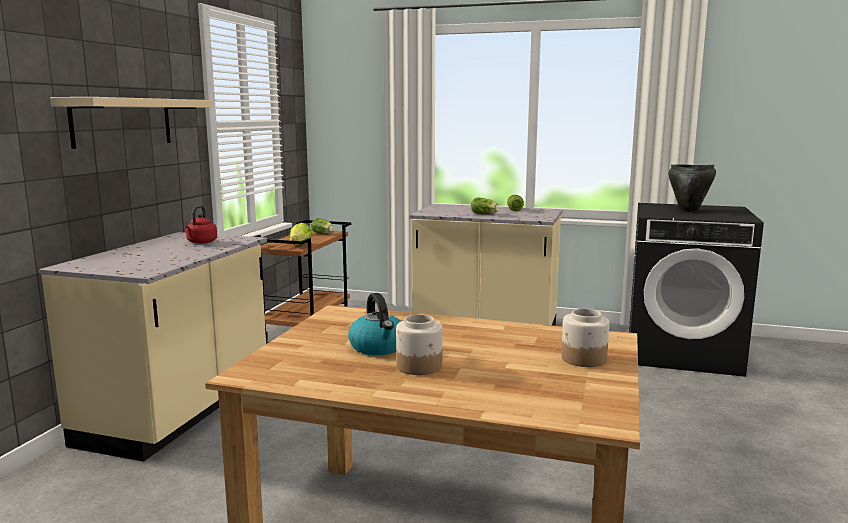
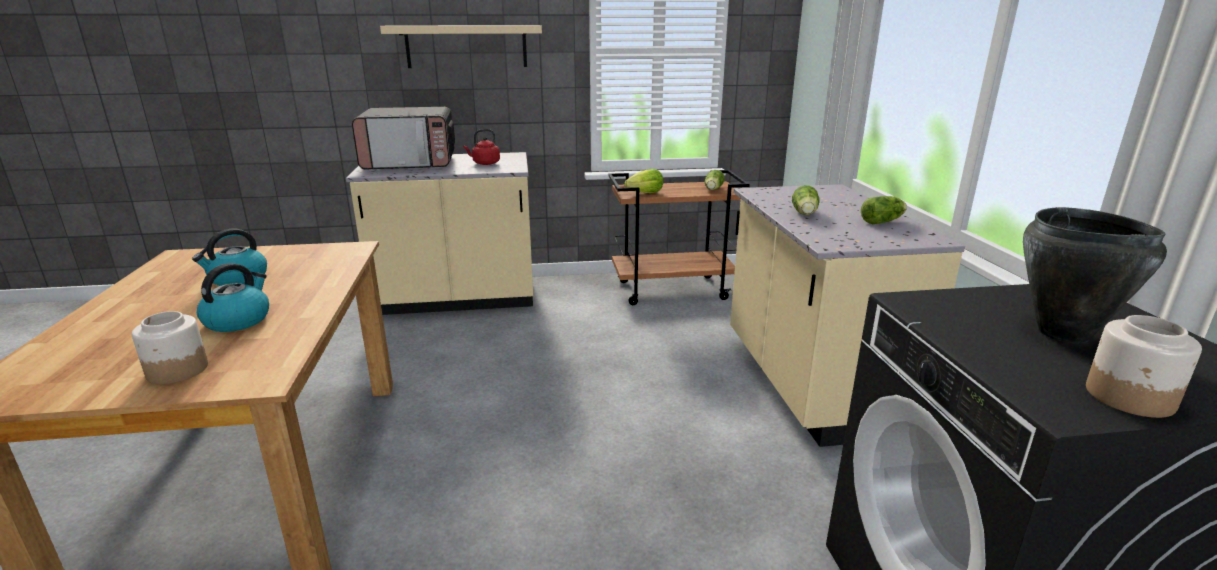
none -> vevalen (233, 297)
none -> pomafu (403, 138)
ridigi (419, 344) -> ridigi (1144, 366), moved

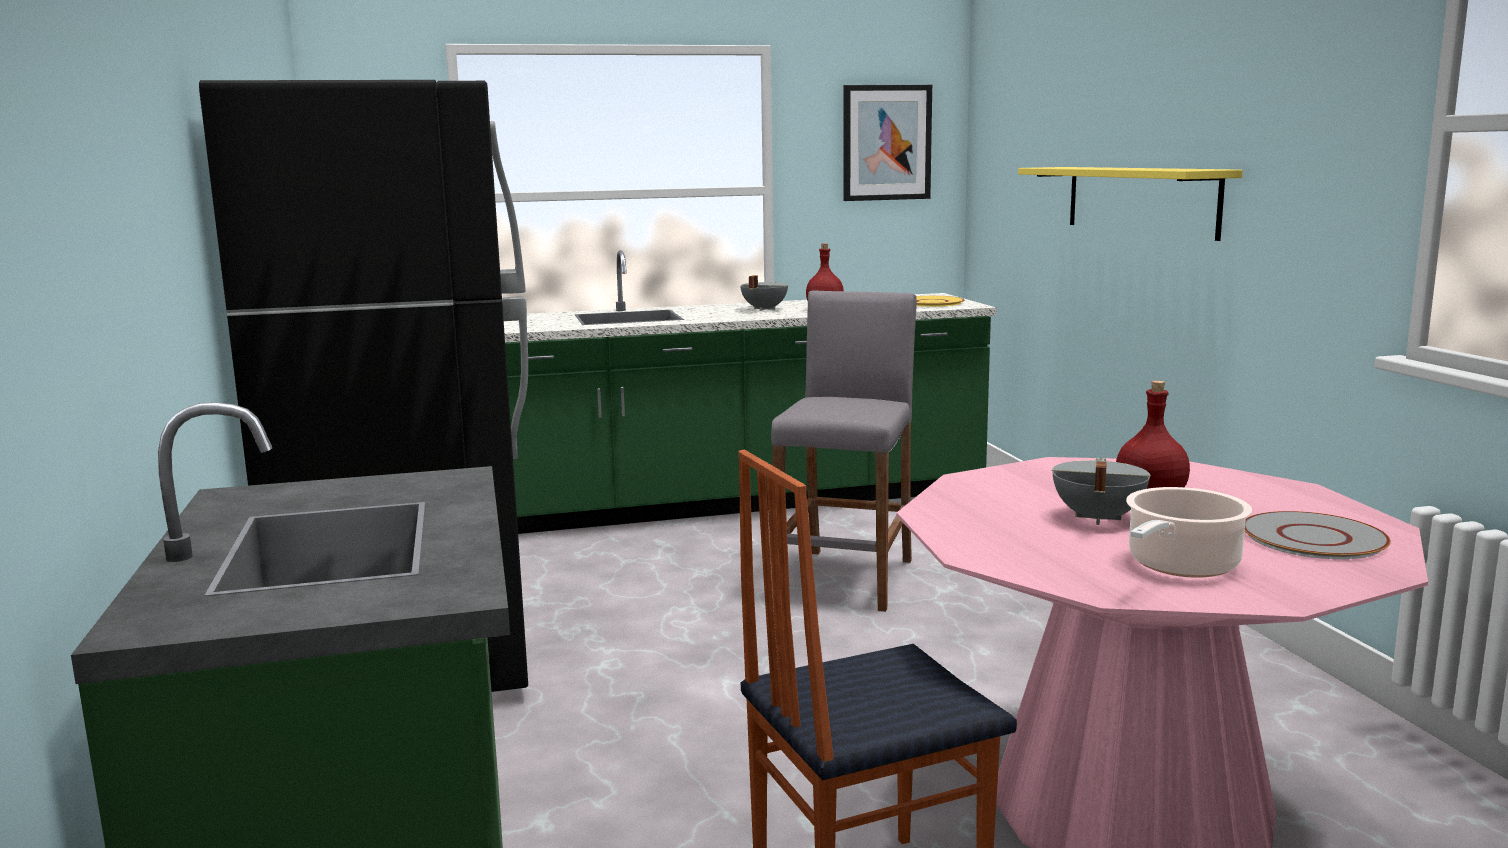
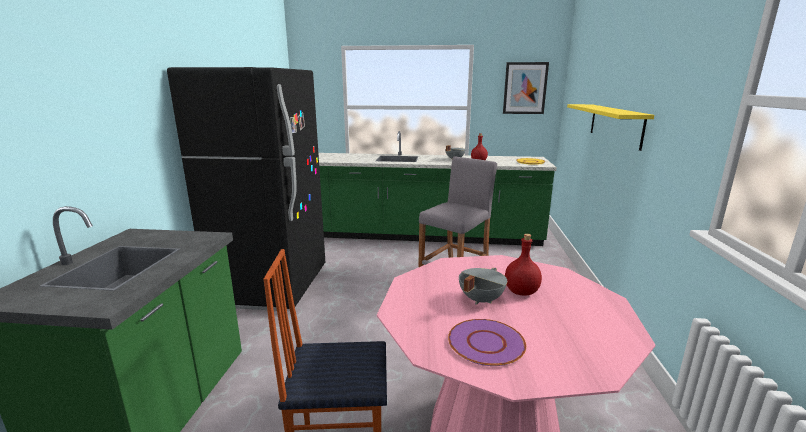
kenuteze (1189, 532) -> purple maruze (487, 342)
grey maruze (1318, 535) -> none

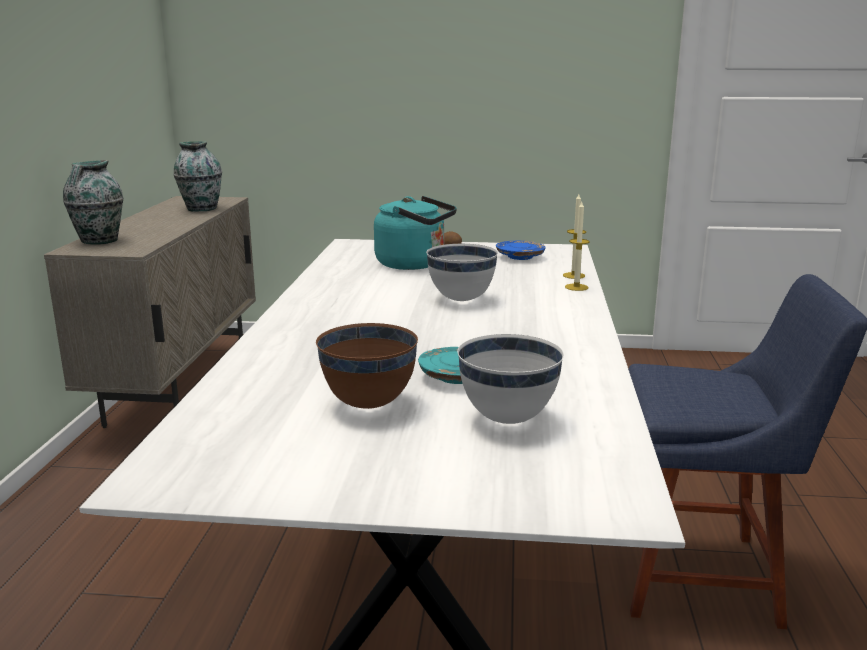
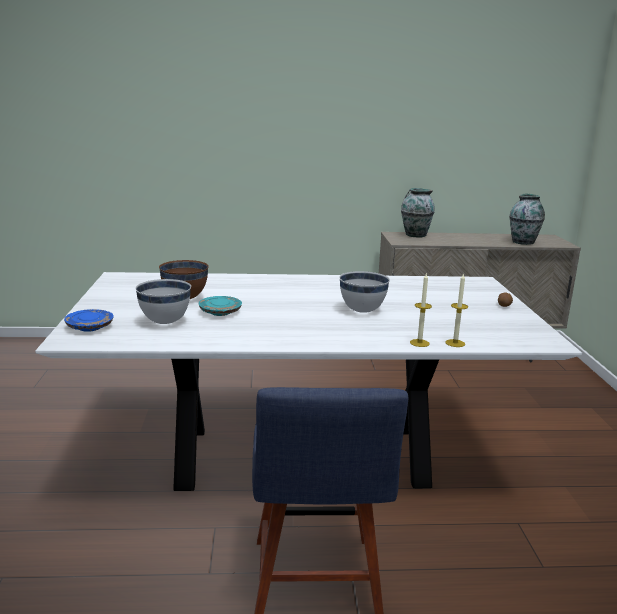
blue maruze (521, 250) -> blue maruze (89, 320), moved
turquoise vevalen (415, 233) -> none

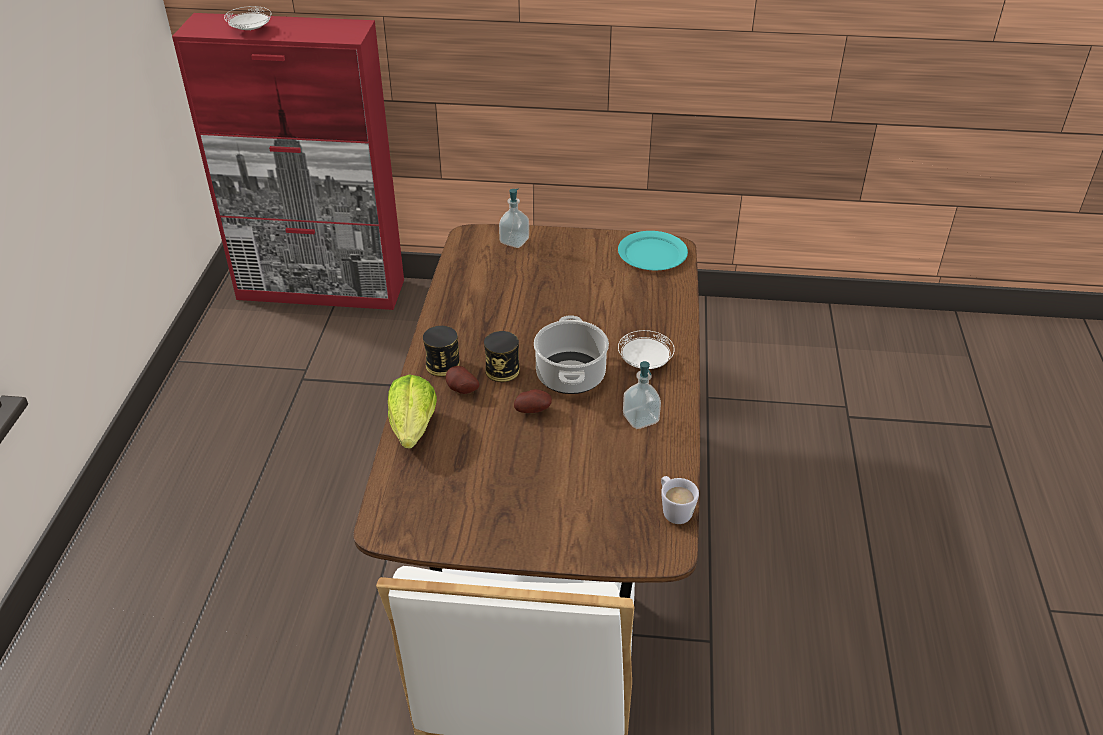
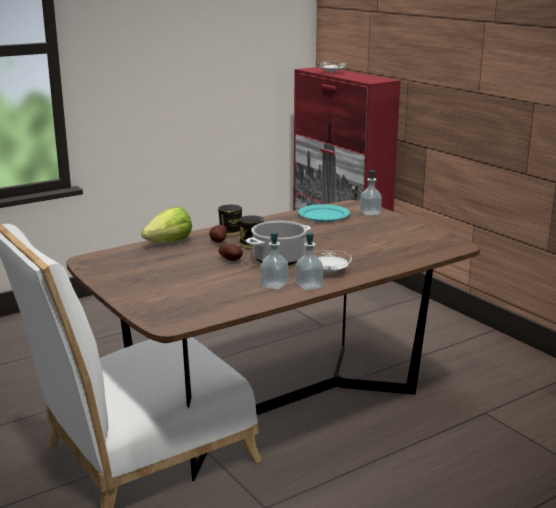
none -> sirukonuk (309, 261)
turquoise maruze (653, 250) -> turquoise maruze (324, 213), moved
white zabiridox (680, 500) -> none

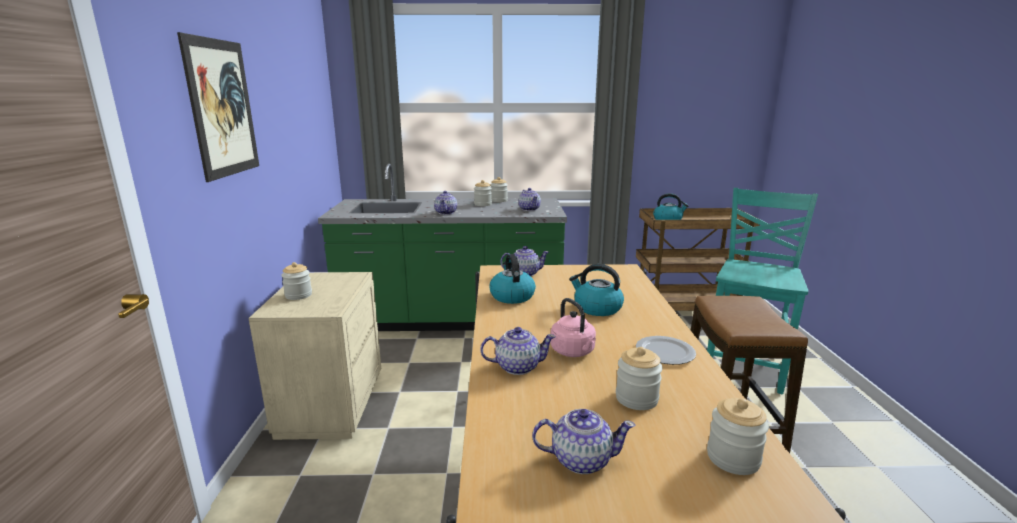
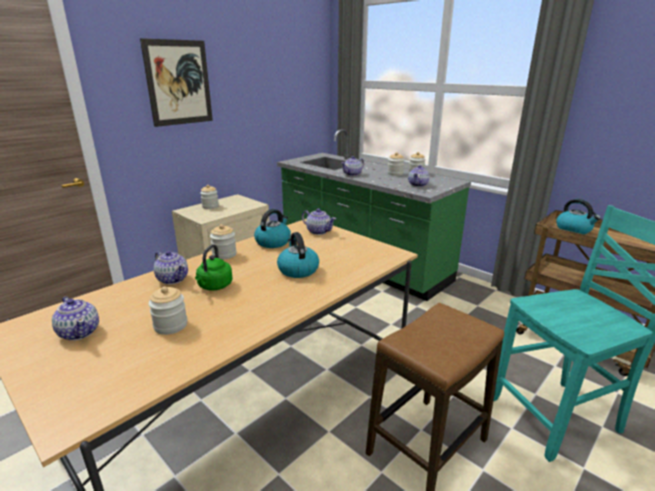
pink vevalen (573, 327) -> green vevalen (214, 267)
ridigi (738, 436) -> ridigi (223, 242), moved
maruze (666, 350) -> none

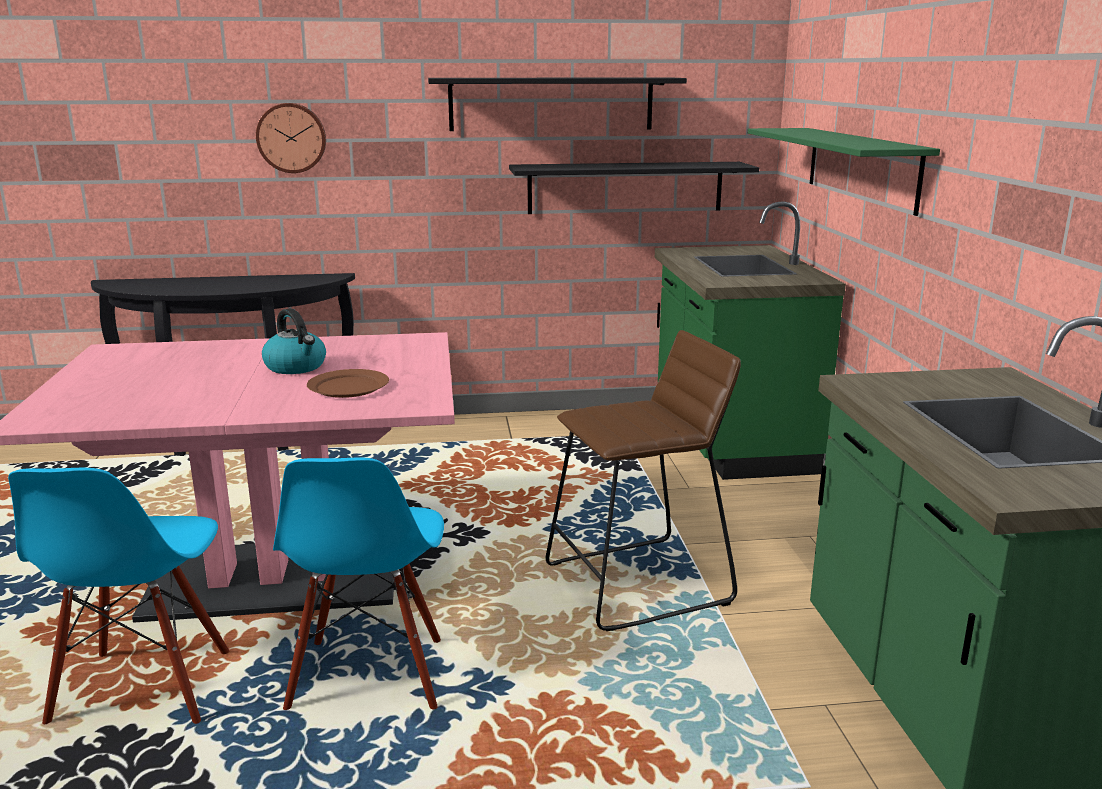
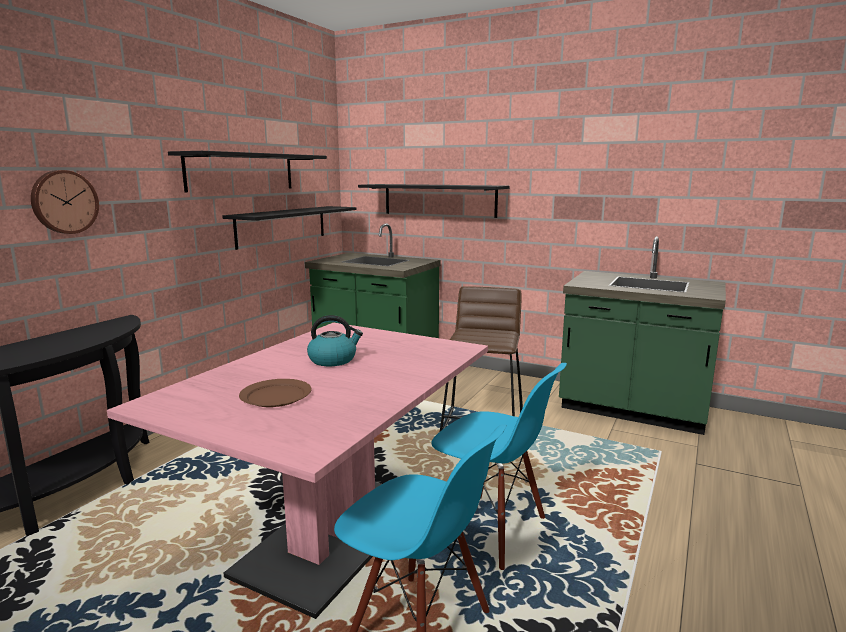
brown maruze (348, 383) -> brown maruze (275, 393), moved
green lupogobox (844, 172) -> black lupogobox (434, 201)

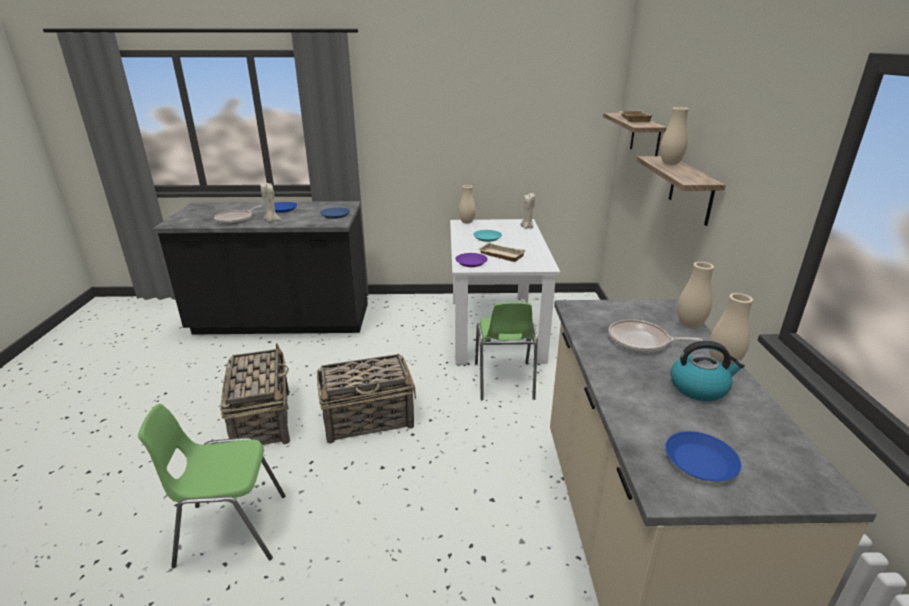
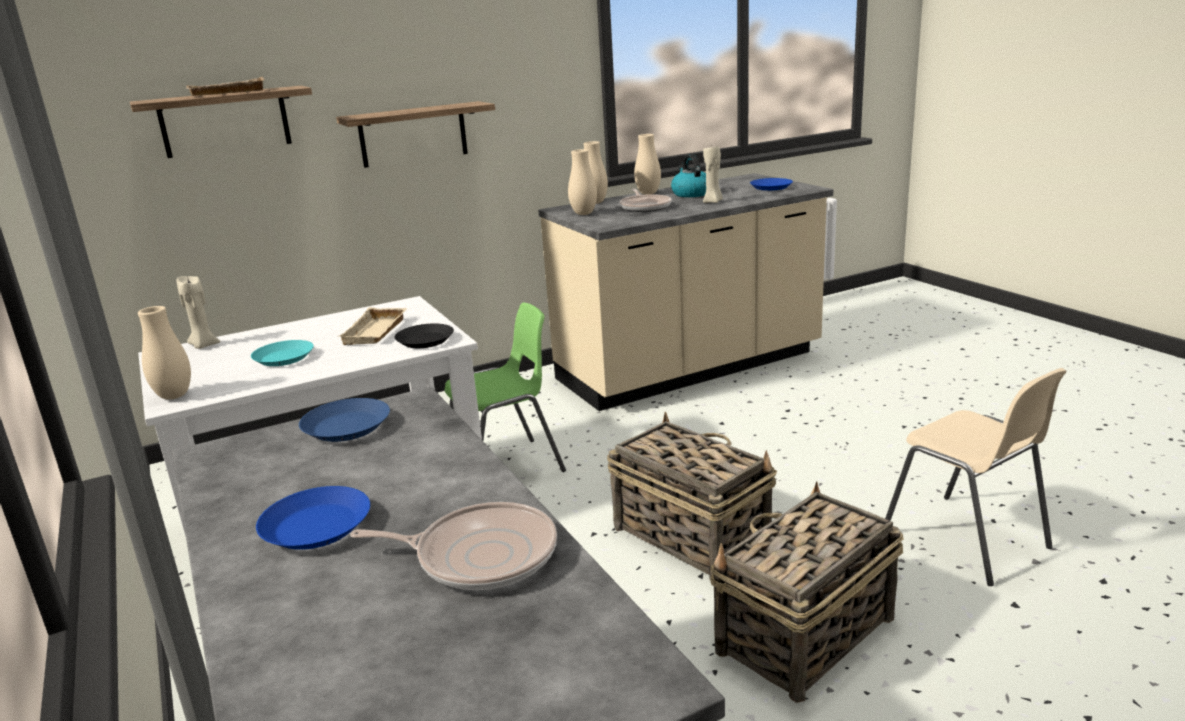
purple maruze (471, 260) -> black maruze (424, 335)
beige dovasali (674, 136) -> beige dovasali (582, 182), moved
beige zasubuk (270, 202) -> beige zasubuk (713, 174), moved
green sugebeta (212, 486) -> beige sugebeta (975, 477)

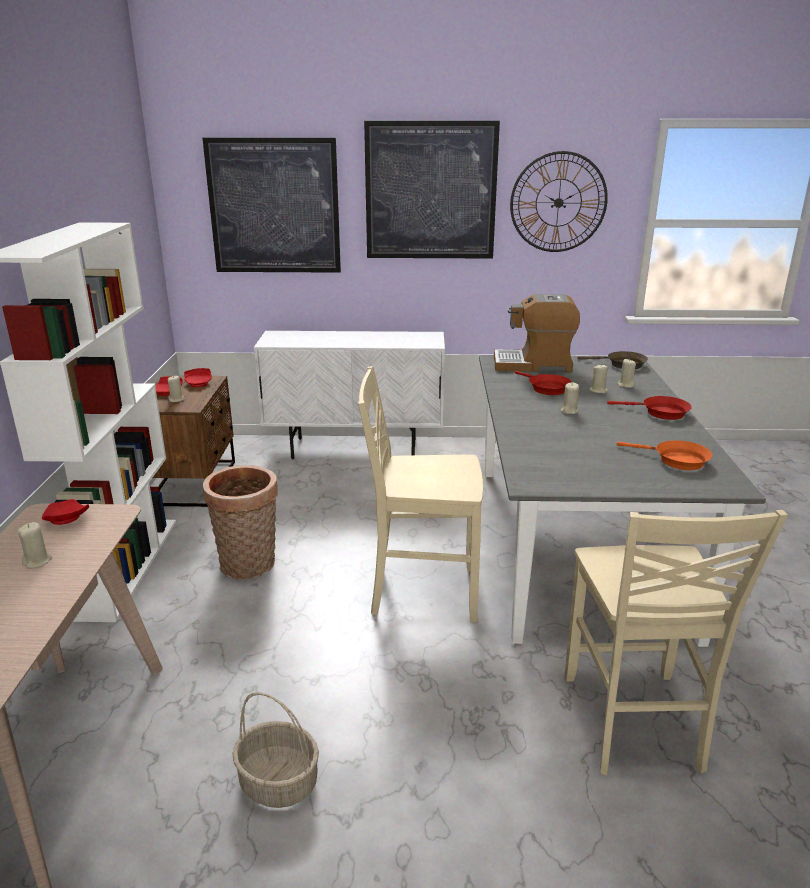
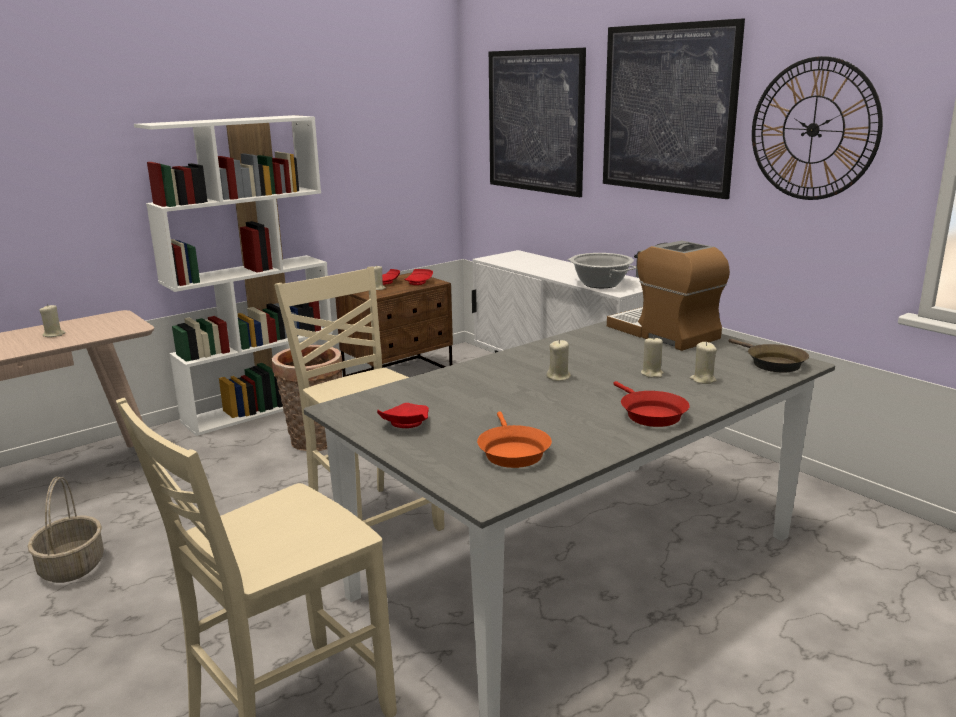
red maruze (65, 512) -> red maruze (403, 415), moved
none -> kenuteze (602, 270)
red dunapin (543, 383) -> none

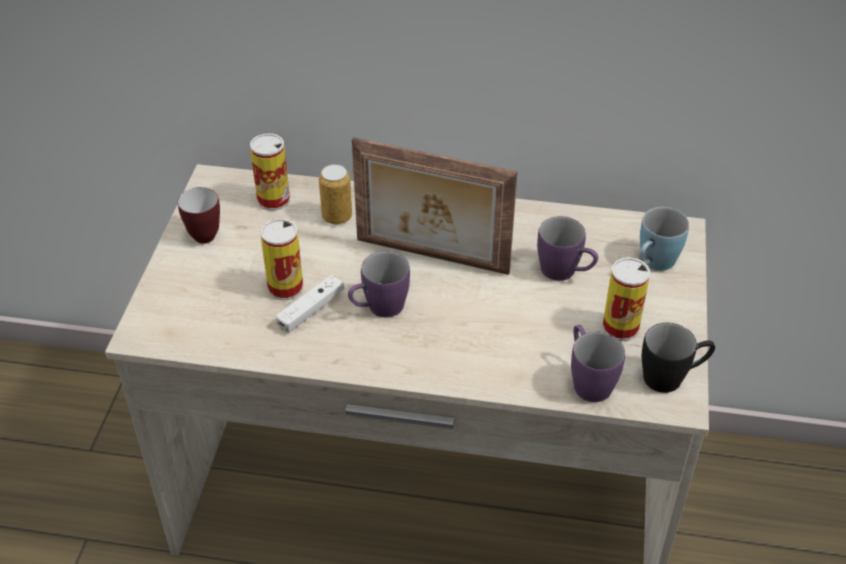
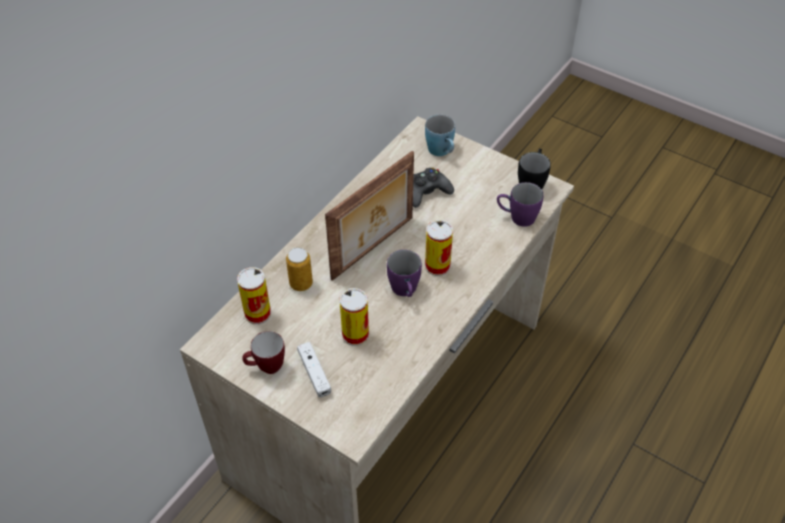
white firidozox (310, 304) -> white firidozox (314, 369), moved
purple zabiridox (567, 248) -> black firidozox (433, 187)
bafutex (626, 299) -> bafutex (439, 248), moved

